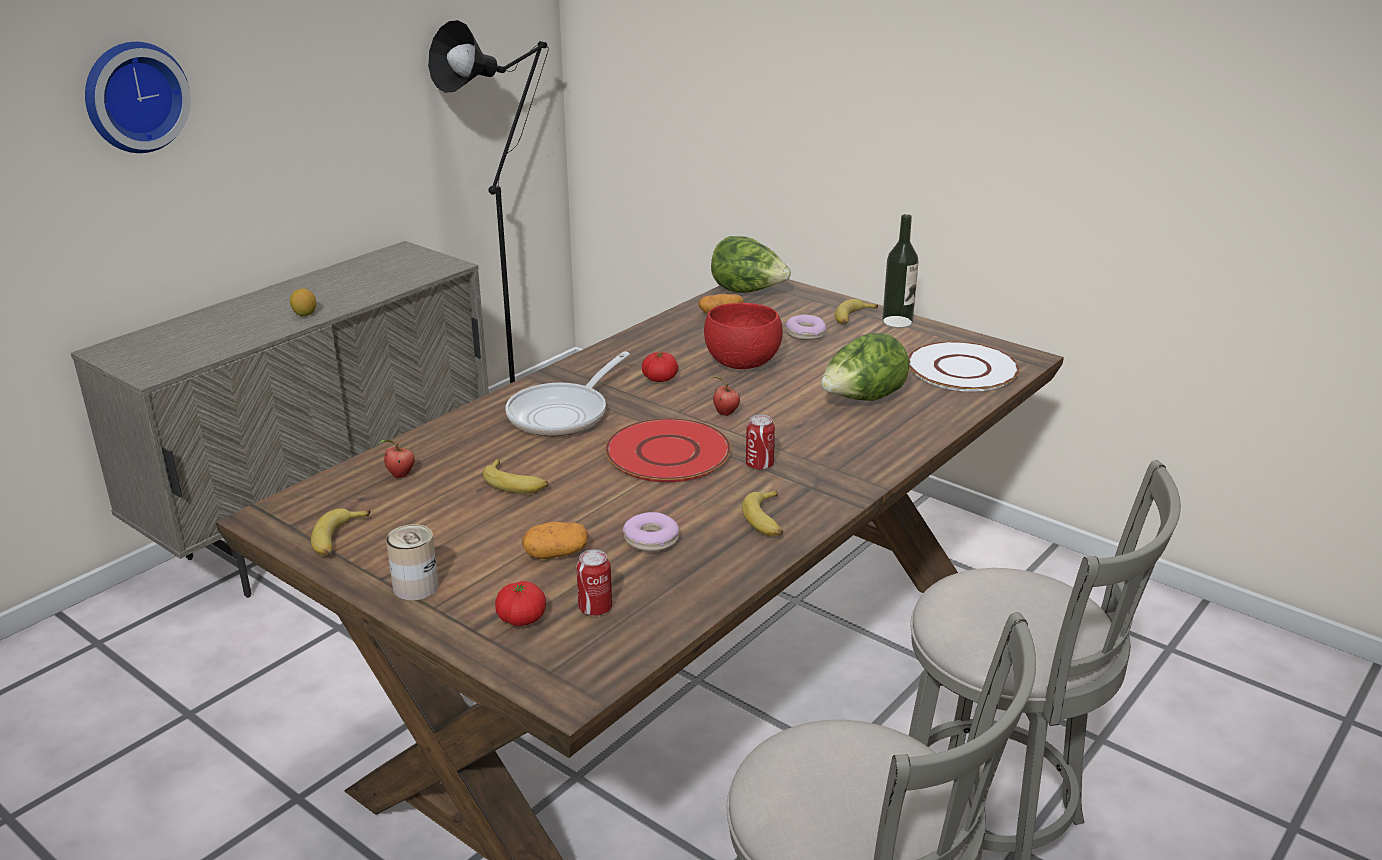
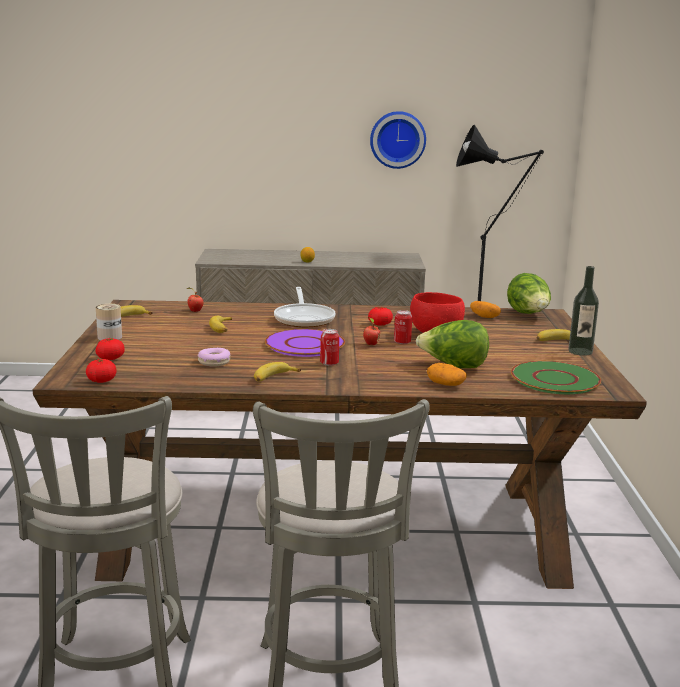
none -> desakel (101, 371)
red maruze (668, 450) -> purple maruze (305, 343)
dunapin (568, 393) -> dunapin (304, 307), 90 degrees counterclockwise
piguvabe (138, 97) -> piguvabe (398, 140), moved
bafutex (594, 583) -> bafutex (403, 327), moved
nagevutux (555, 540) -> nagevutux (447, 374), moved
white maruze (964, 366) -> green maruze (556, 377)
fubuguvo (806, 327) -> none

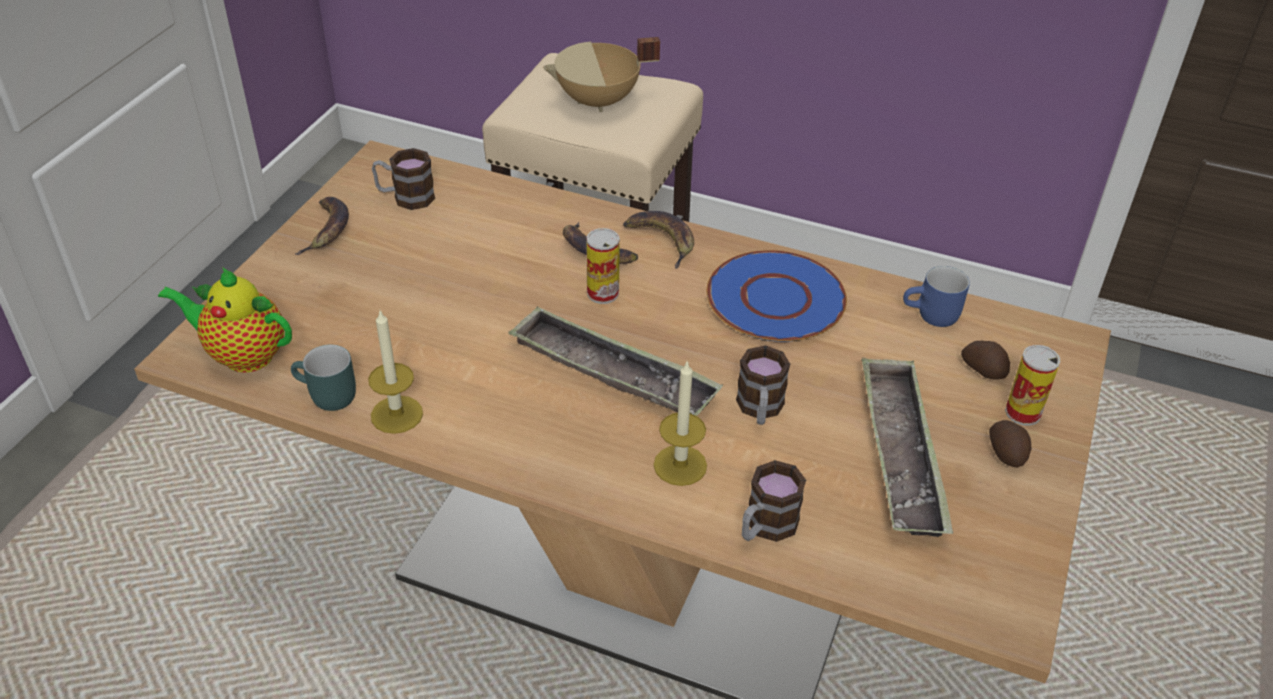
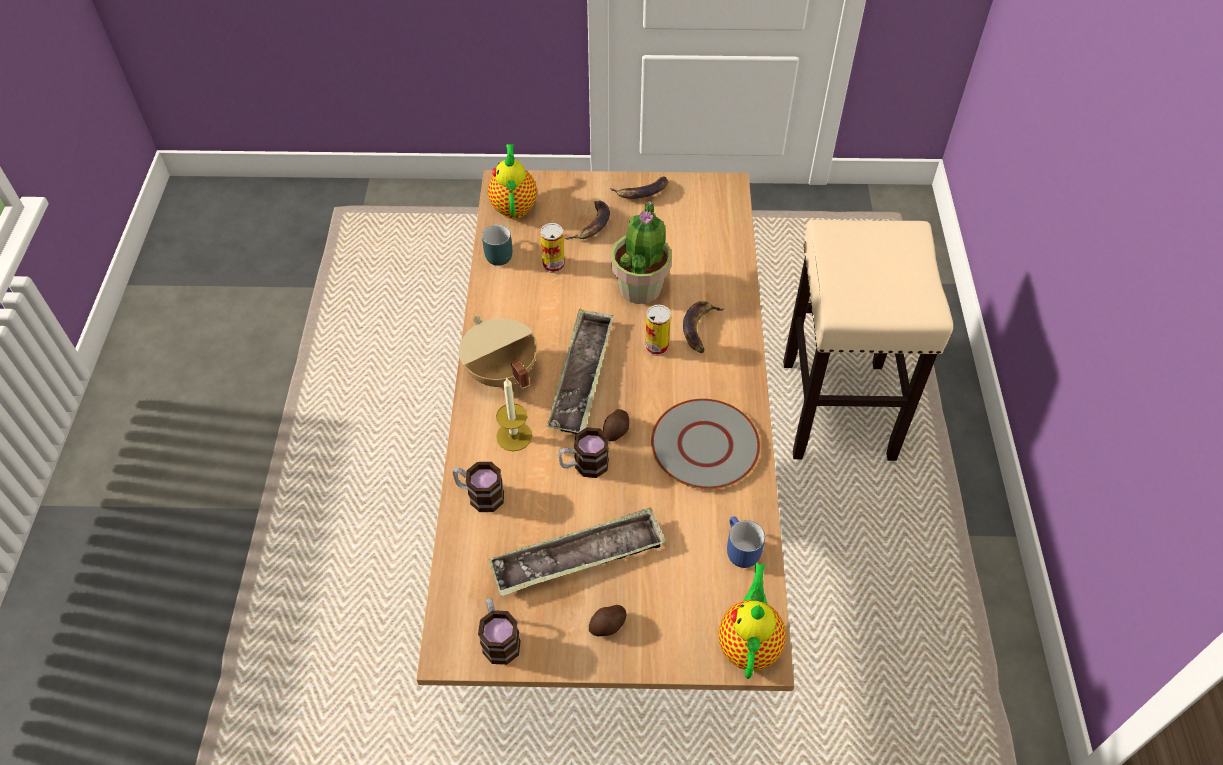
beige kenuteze (601, 74) -> beige kenuteze (498, 352), moved
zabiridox (403, 179) -> zabiridox (499, 631), moved
bafutex (1033, 385) -> bafutex (552, 248), moved
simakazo (658, 240) -> simakazo (587, 220), moved
nagevutux (985, 360) -> nagevutux (616, 425), moved
none -> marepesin (641, 252)
blue maruze (777, 296) -> grey maruze (705, 444)
none -> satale (752, 621)
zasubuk (395, 371) -> none

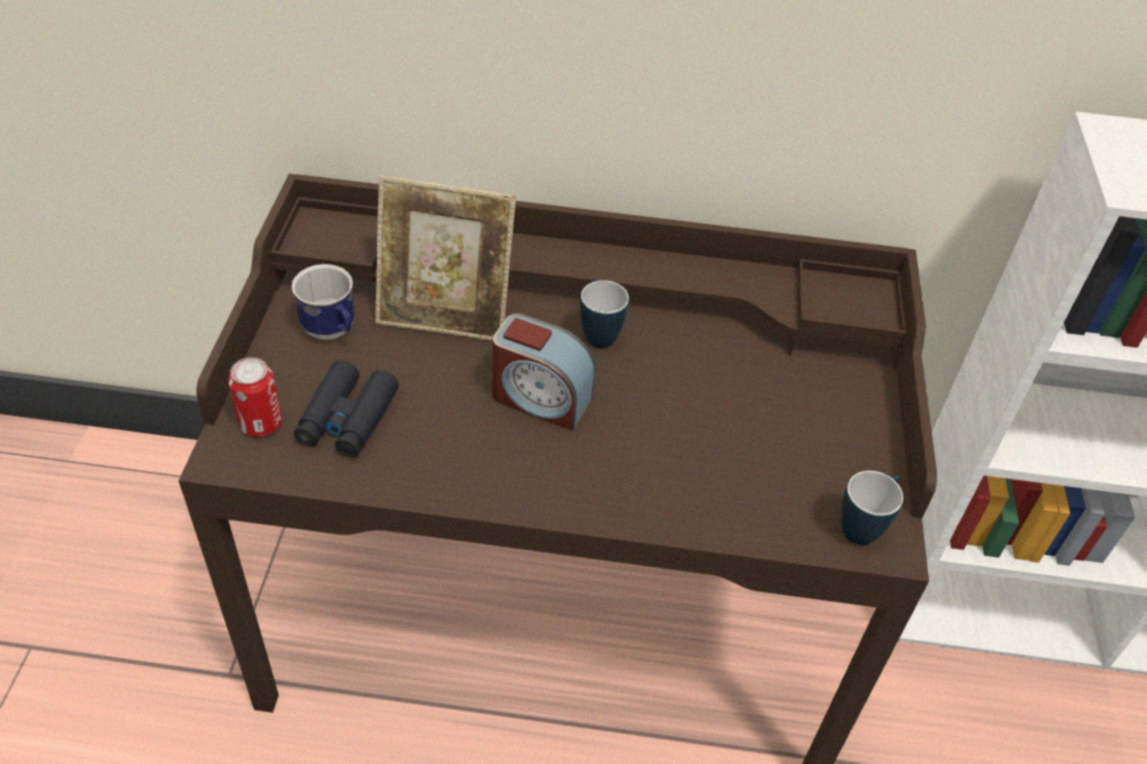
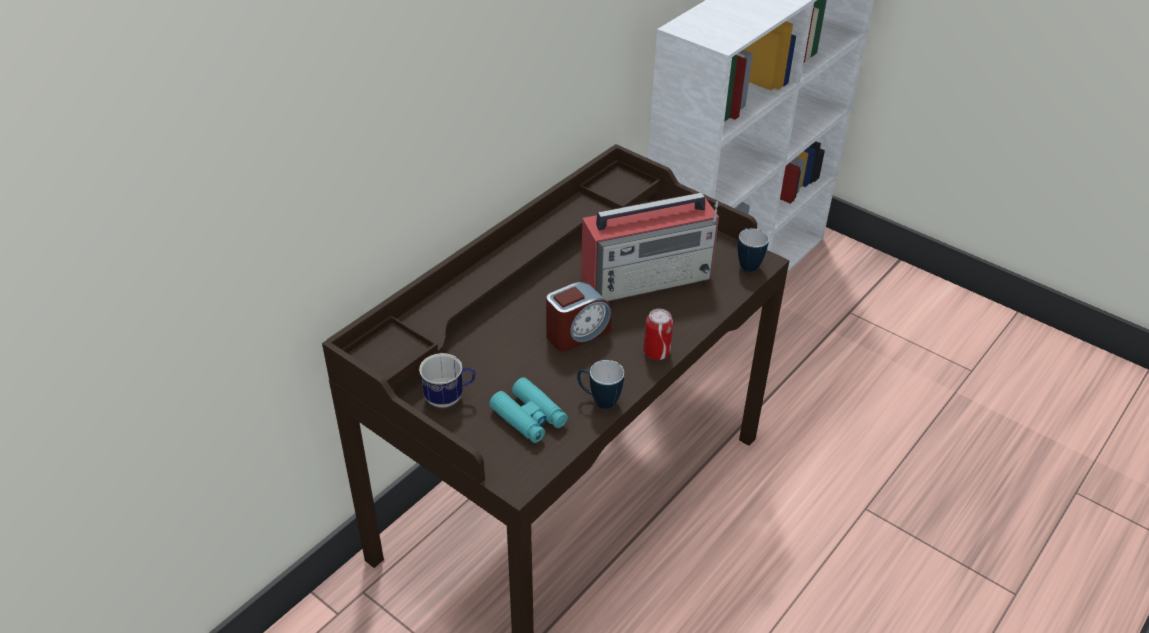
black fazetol (346, 408) -> turquoise fazetol (528, 410)
zabiridox (604, 313) -> zabiridox (600, 384), moved
none -> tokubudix (650, 247)
bafutex (255, 397) -> bafutex (658, 334), moved
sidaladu (445, 258) -> none

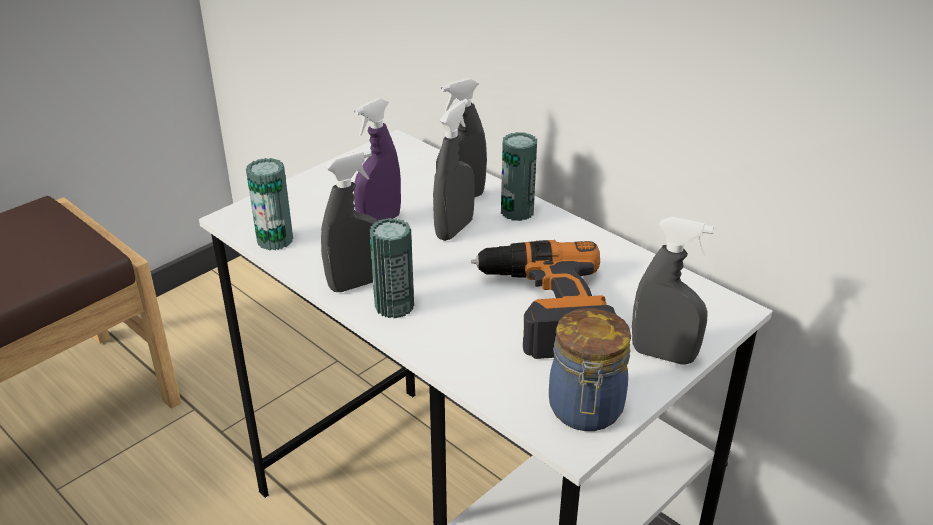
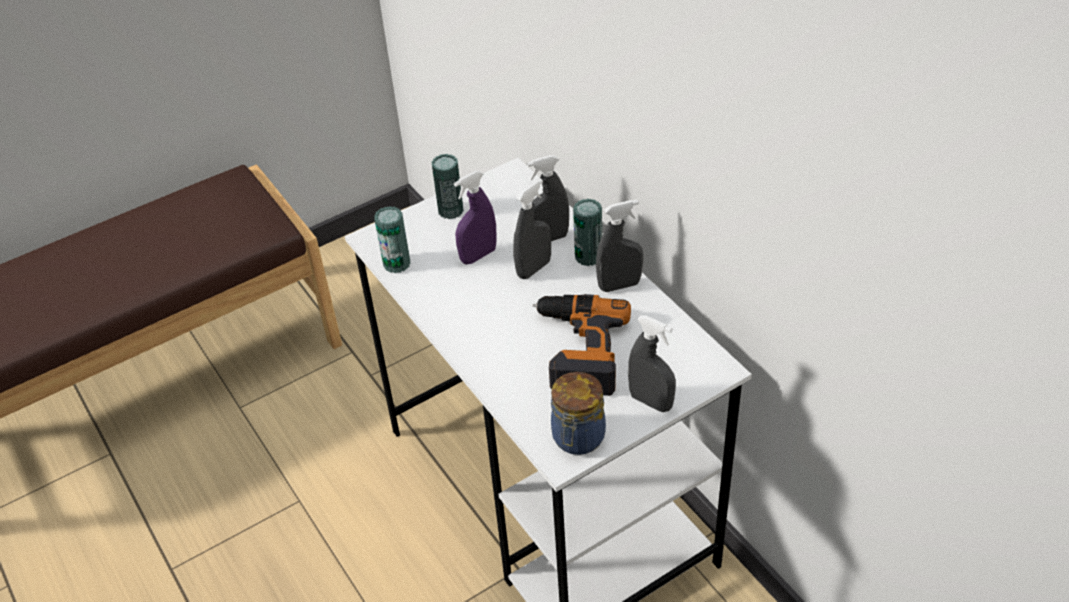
bafutex (391, 268) -> bafutex (447, 186), moved
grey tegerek (350, 221) -> grey tegerek (619, 246), moved

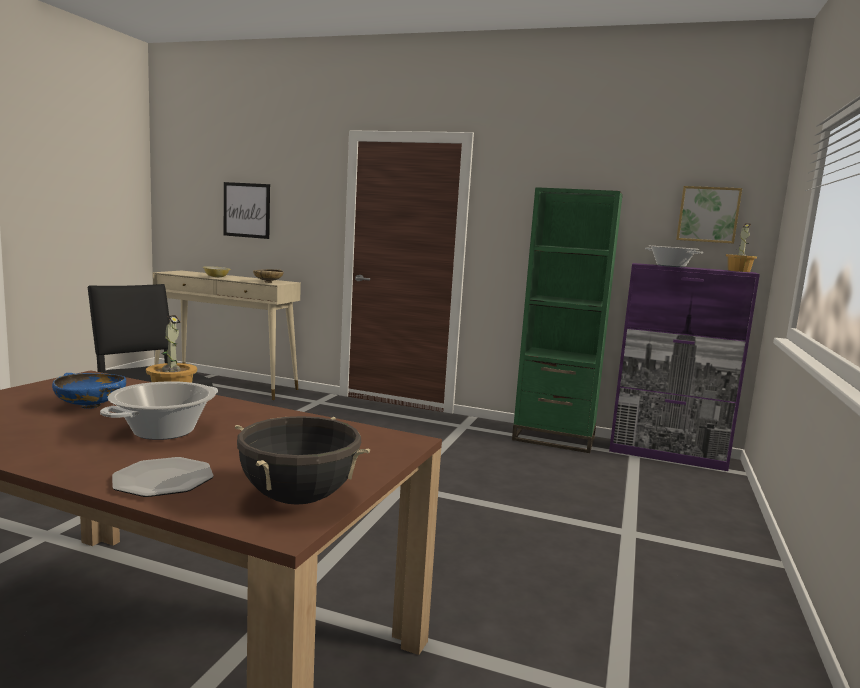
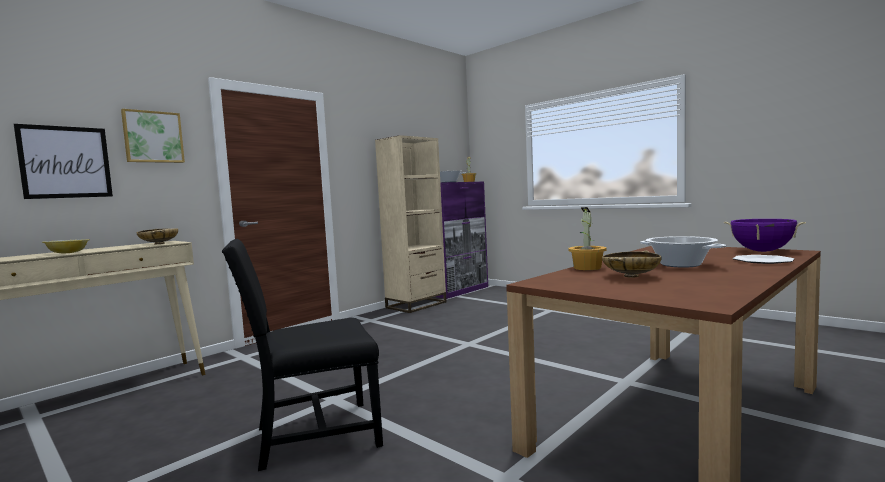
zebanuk (709, 215) -> zebanuk (153, 136), moved
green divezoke (567, 320) -> beige divezoke (411, 224)
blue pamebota (89, 391) -> beige pamebota (632, 263)
black kenuteze (302, 460) -> purple kenuteze (765, 235)

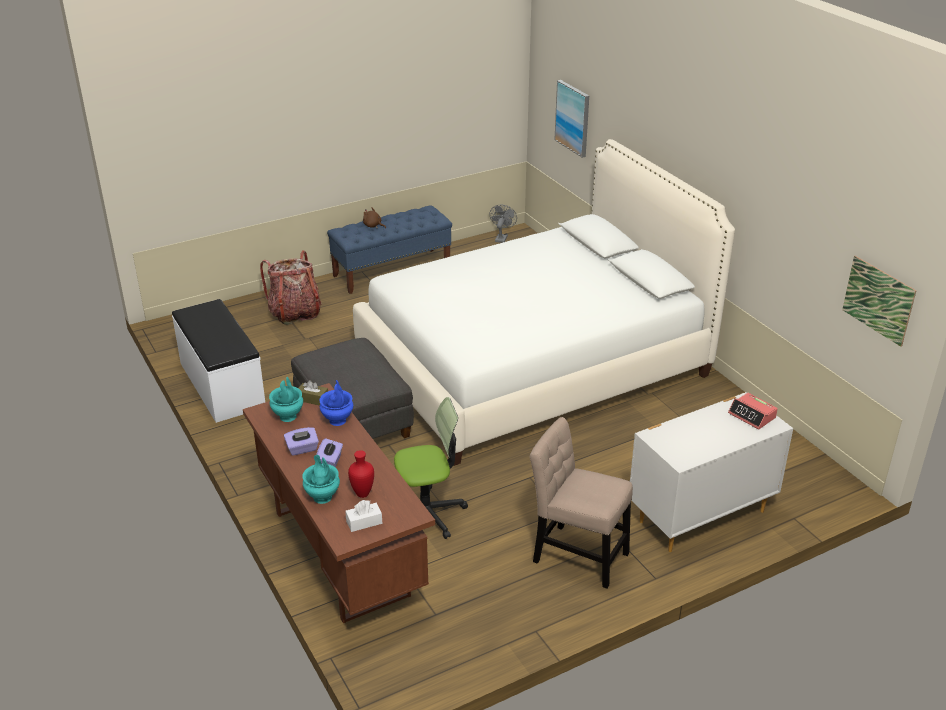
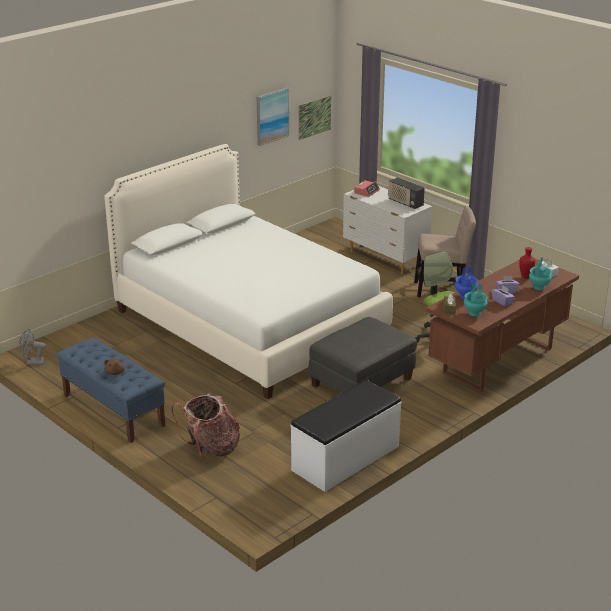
zebanuk (571, 119) -> zebanuk (273, 116), moved
none -> tokubudix (406, 193)
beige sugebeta (581, 503) -> beige sugebeta (445, 251), 105 degrees counterclockwise

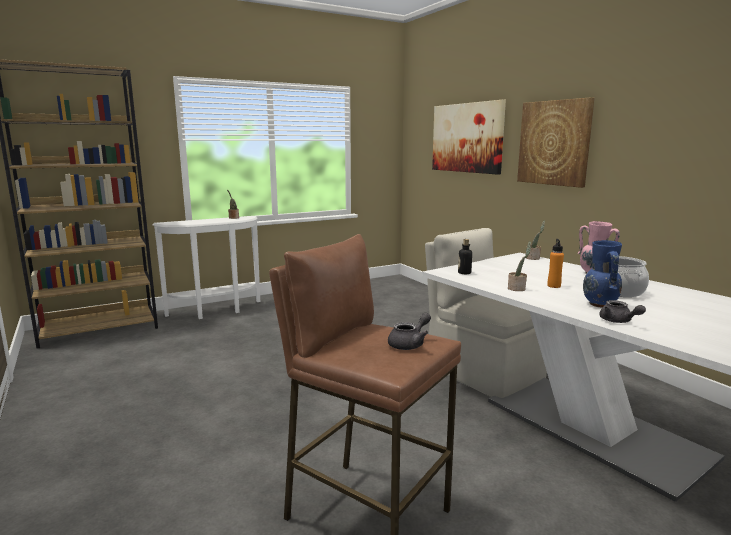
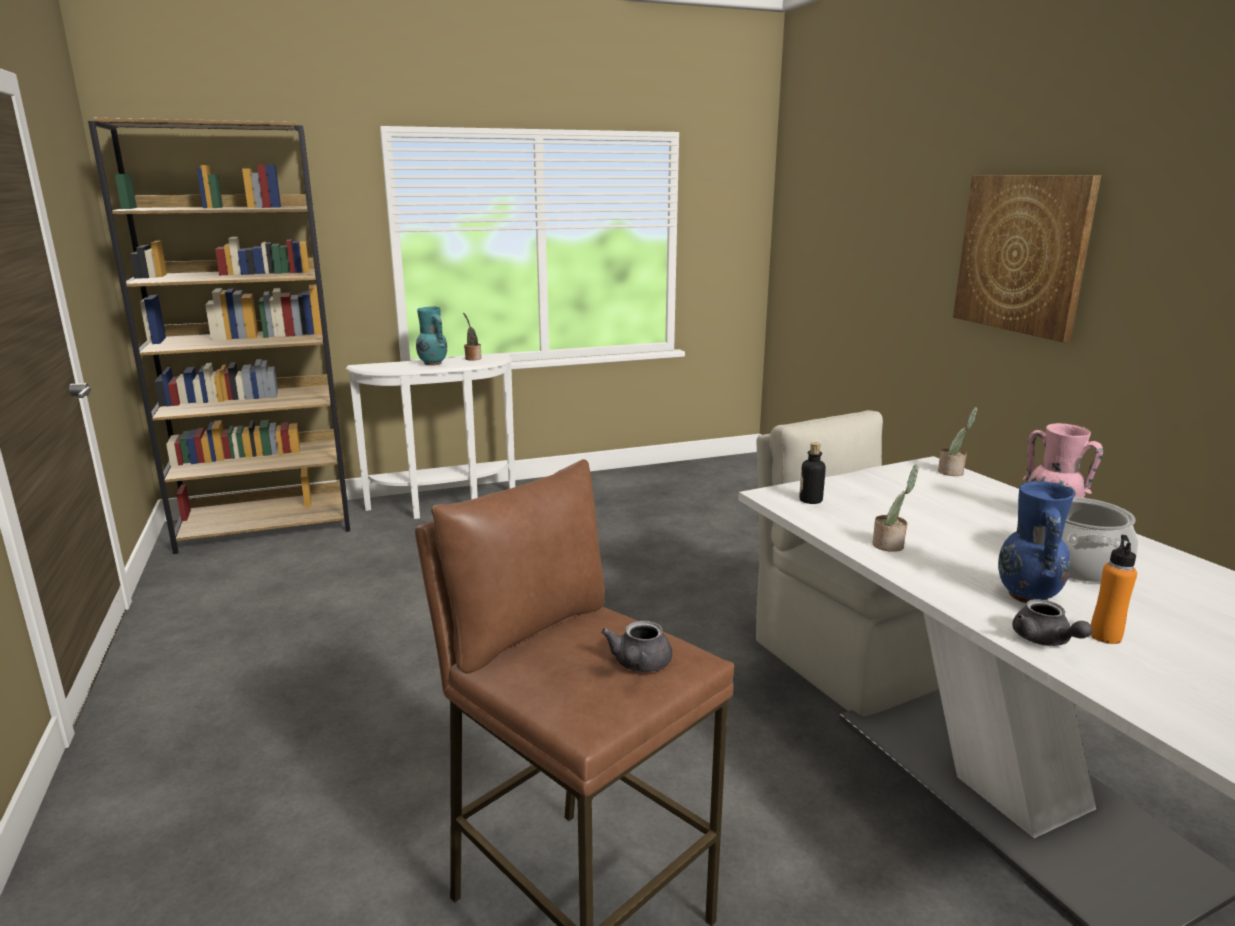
none -> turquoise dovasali (431, 336)
grey satale (409, 331) -> grey satale (636, 646), 135 degrees clockwise
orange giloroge (555, 263) -> orange giloroge (1113, 589), moved
zebanuk (469, 137) -> none

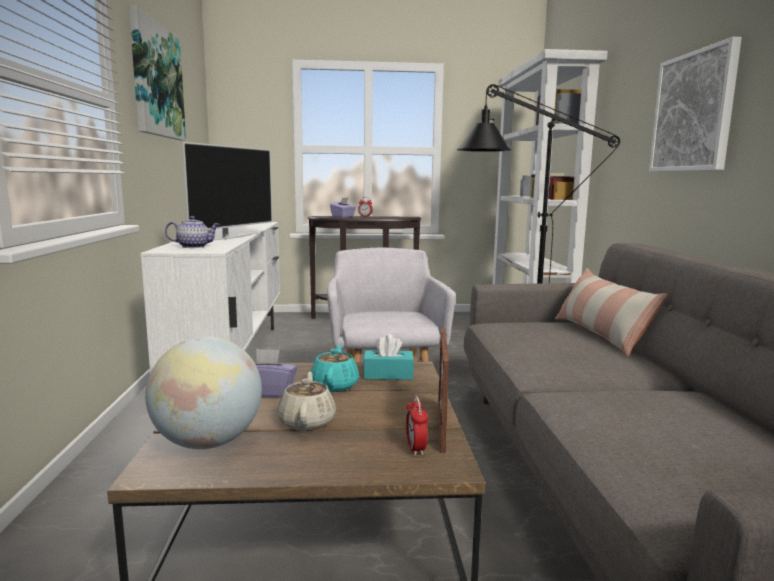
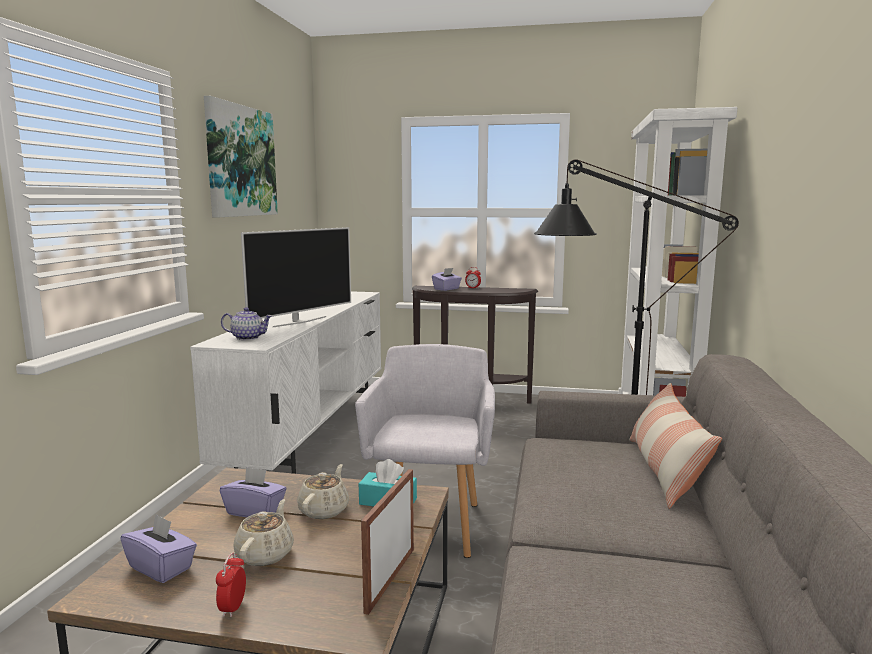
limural (203, 393) -> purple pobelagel (158, 548)
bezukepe (417, 426) -> bezukepe (231, 585), moved
turquoise satale (335, 368) -> beige satale (323, 491)
zebanuk (695, 104) -> none

